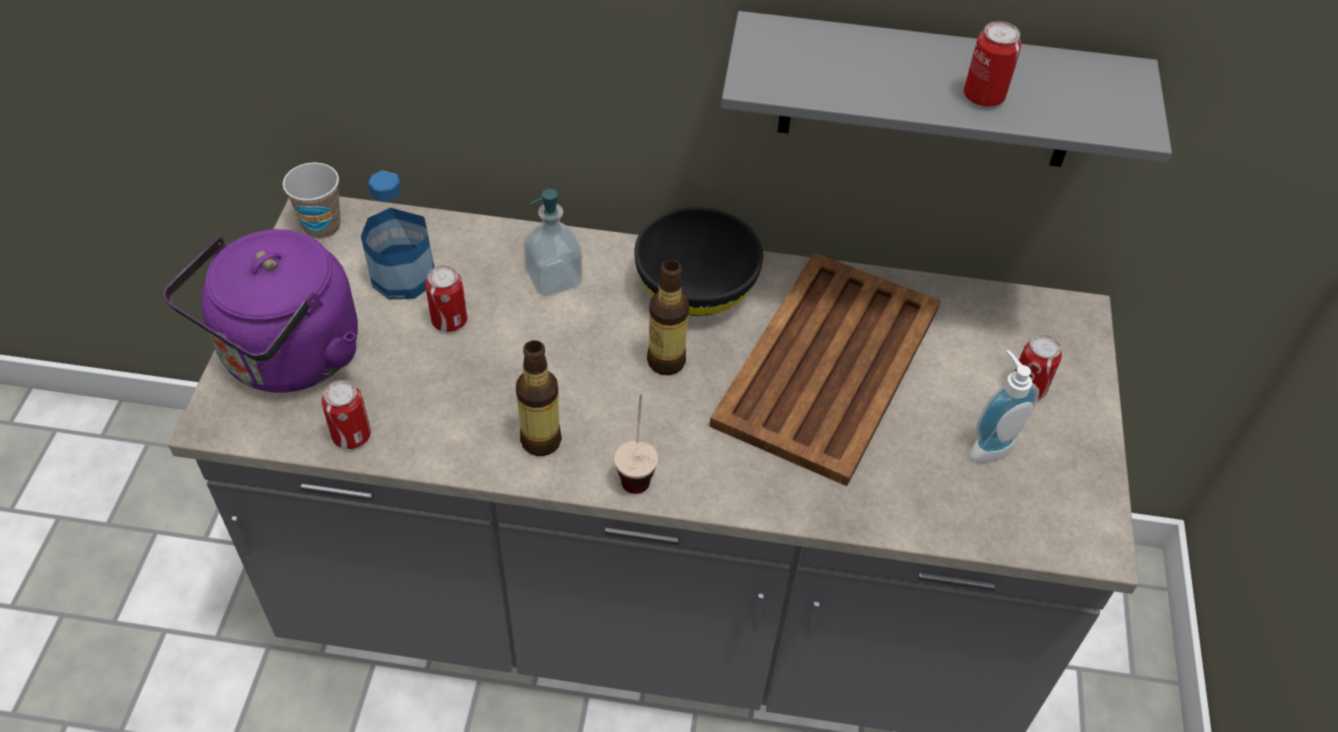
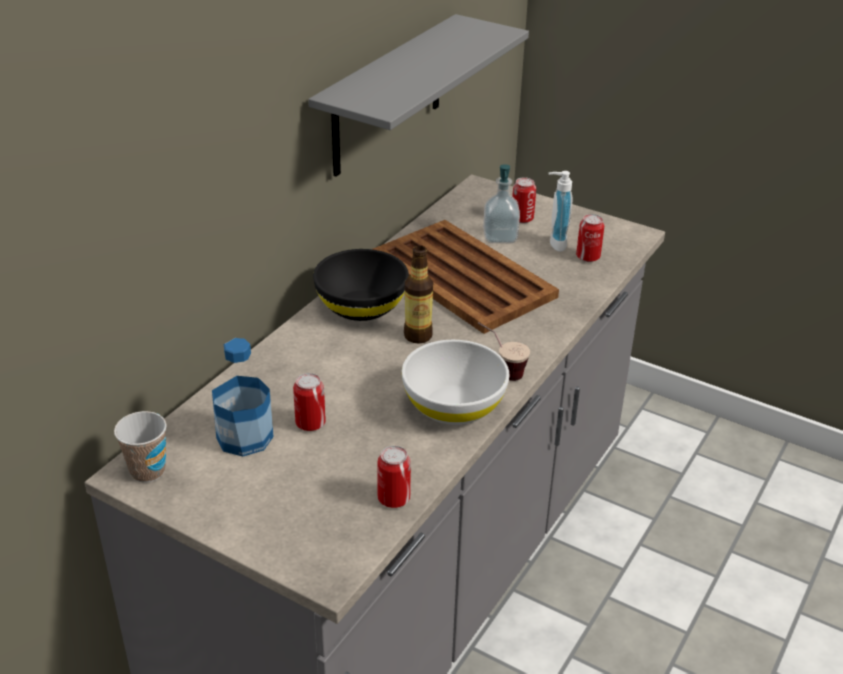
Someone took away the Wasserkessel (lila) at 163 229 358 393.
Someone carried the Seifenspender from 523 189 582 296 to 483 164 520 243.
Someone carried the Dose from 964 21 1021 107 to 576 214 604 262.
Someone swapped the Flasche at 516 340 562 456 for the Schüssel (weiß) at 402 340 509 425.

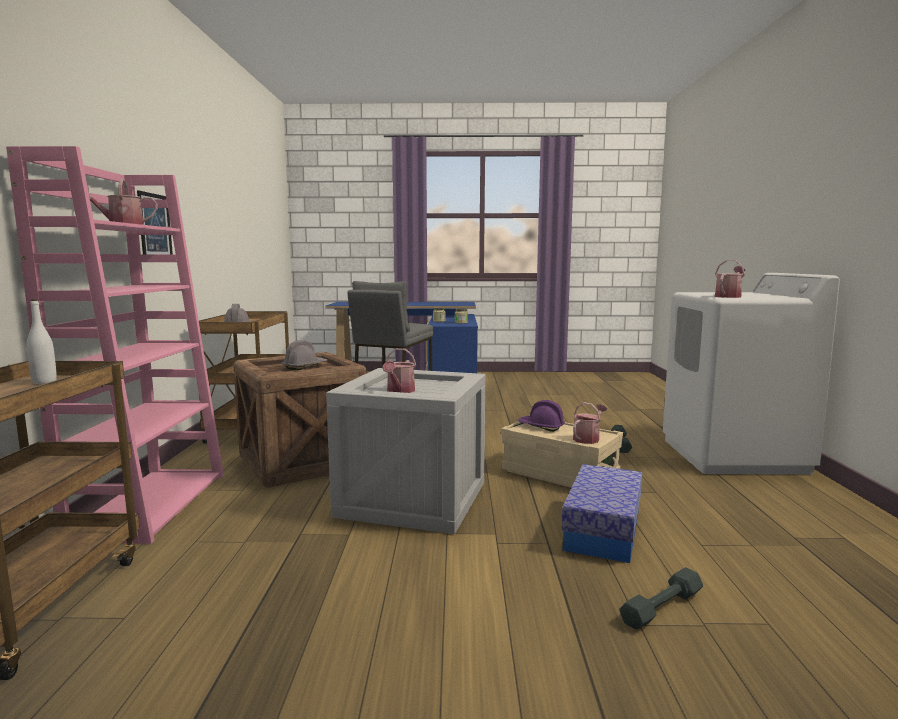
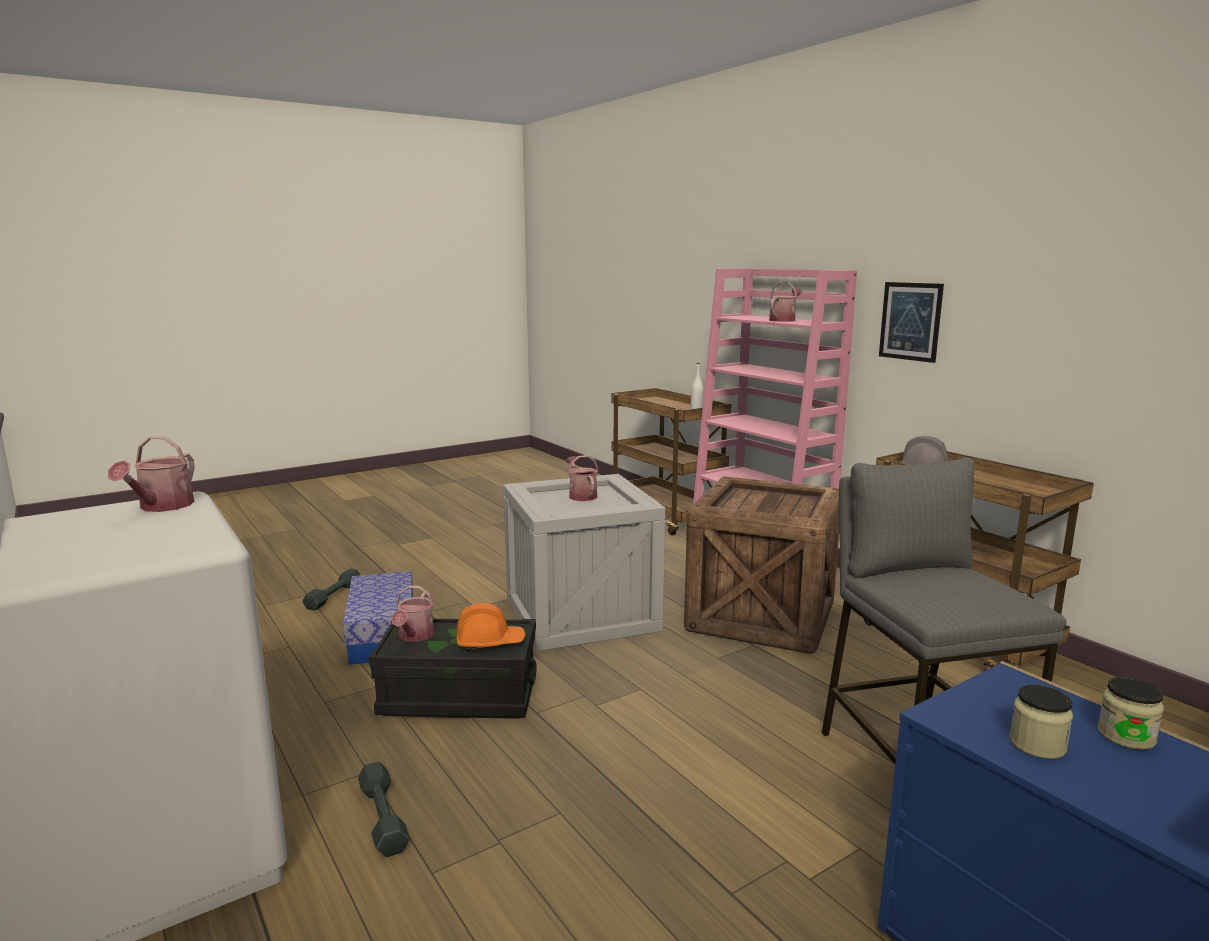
Someone took away the Schutzhelm (grau) at 282 340 327 370.
Someone repainted the Aufbewahrungsbox (beige) at 501 422 623 488, which became the Aufbewahrungsbox (schwarz) at 369 619 537 719.
Someone repainted the Schutzhelm (lila) at 518 400 565 432, which became the Schutzhelm (orange) at 457 603 525 651.

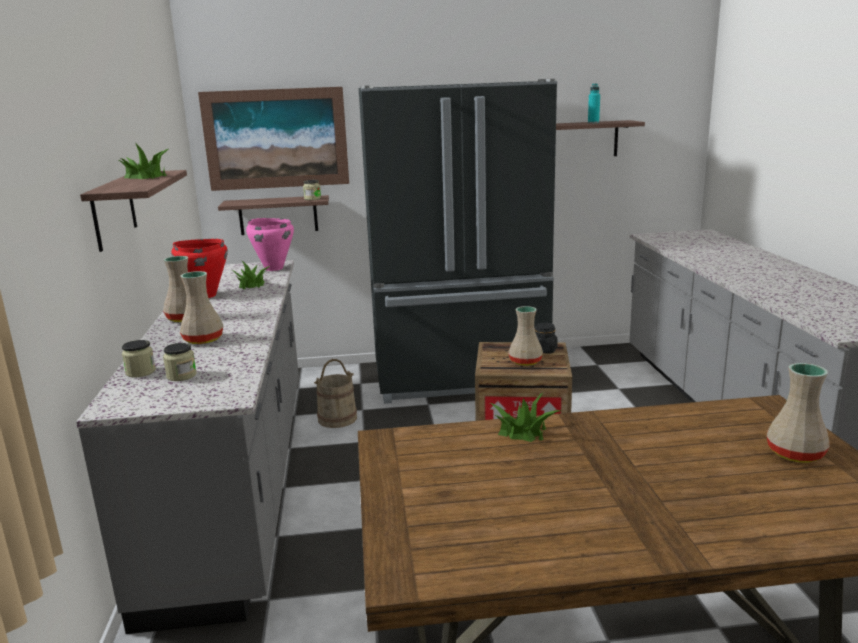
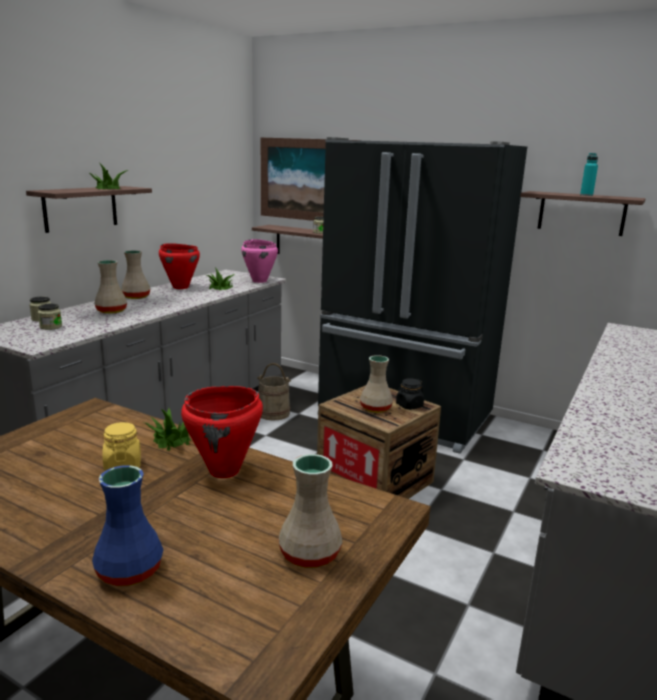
Someone put down the Vase (blau) at 92 465 163 587.
Someone put down the Vorratsglas (gelb) at 102 422 141 471.
Someone put down the Kochtopf (rot) at 181 386 263 478.

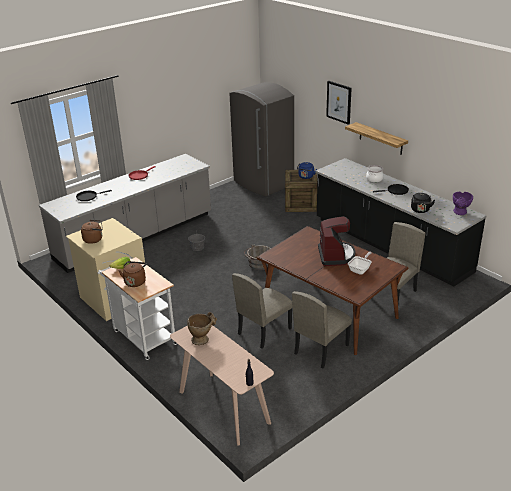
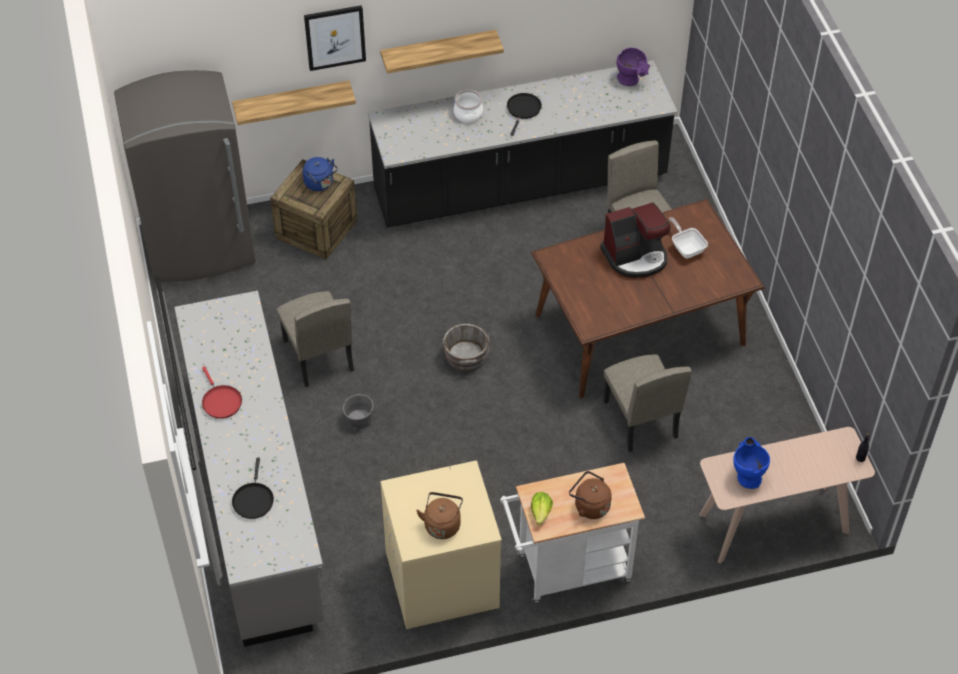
Someone took away the Wasserkessel (schwarz) at 411 193 435 213.
Someone put up the Wandregal at 232 80 356 125.
Someone carried the Stuhl (beige) from 292 291 352 368 to 276 291 354 387.
Someone repainted the Vase (beige) at 187 312 217 345, which became the Vase (blau) at 733 437 770 489.
Someone rotated the Kaffeemaschine at 318 216 355 266 by 135 degrees clockwise.

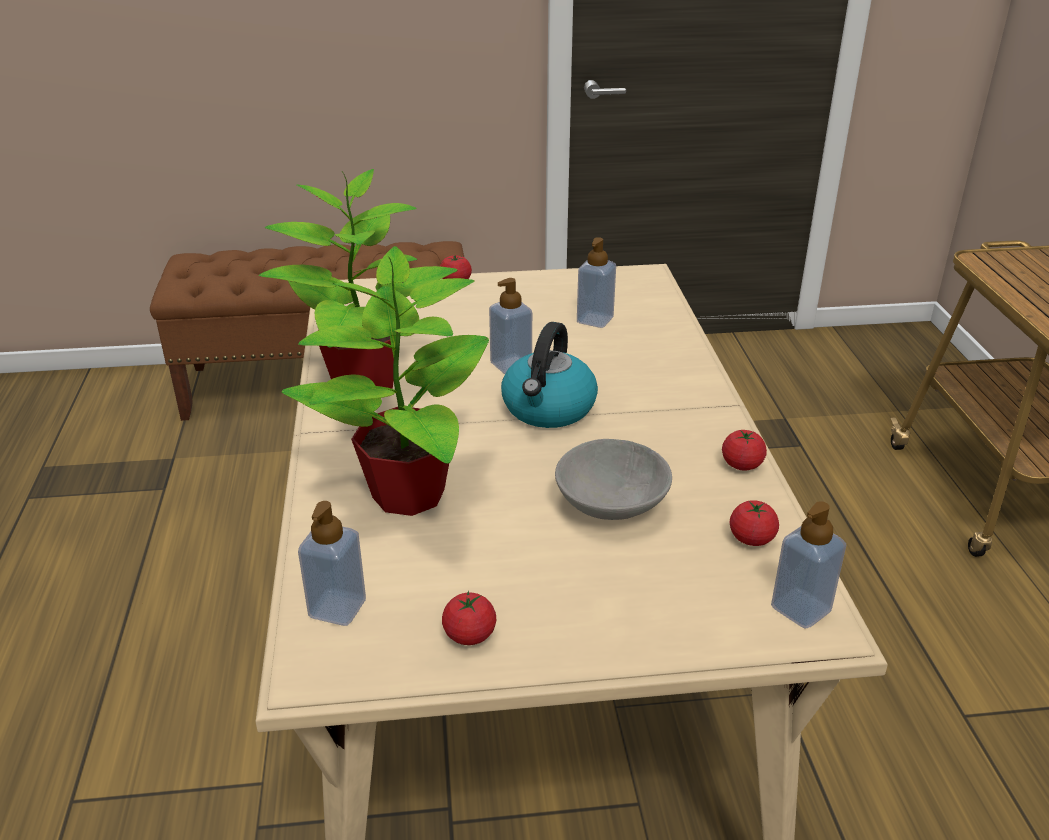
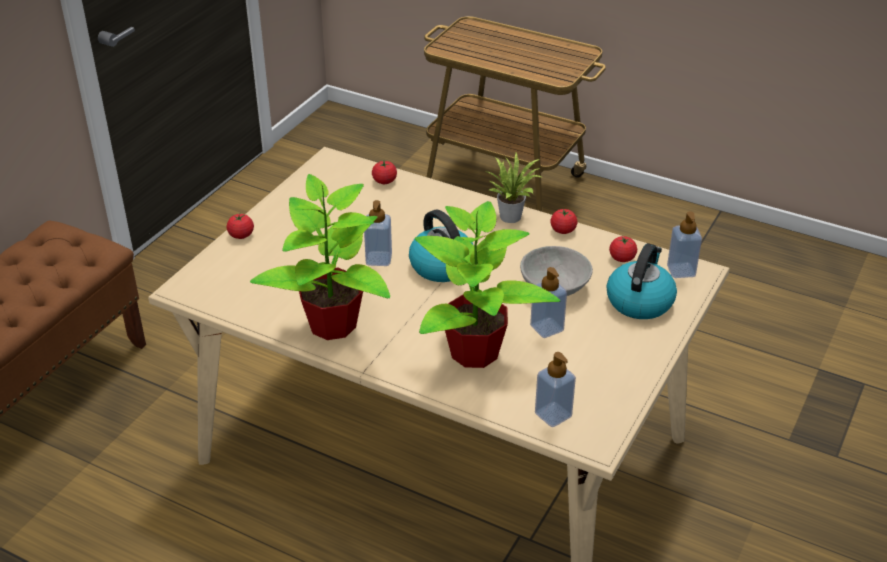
Someone put down the Topfpflanze at 487 153 541 223.
Someone put down the Wasserkessel at 607 243 677 319.
Someone carried the Tomate from 442 590 496 645 to 372 161 397 184.
Someone carried the Seifenspender from 577 237 616 328 to 530 267 567 338.

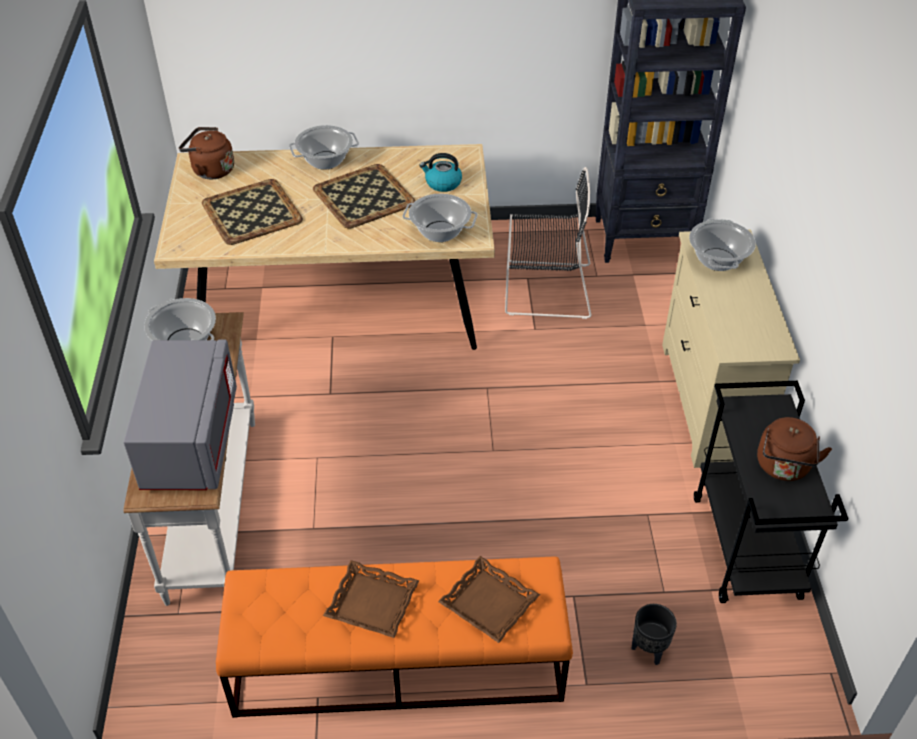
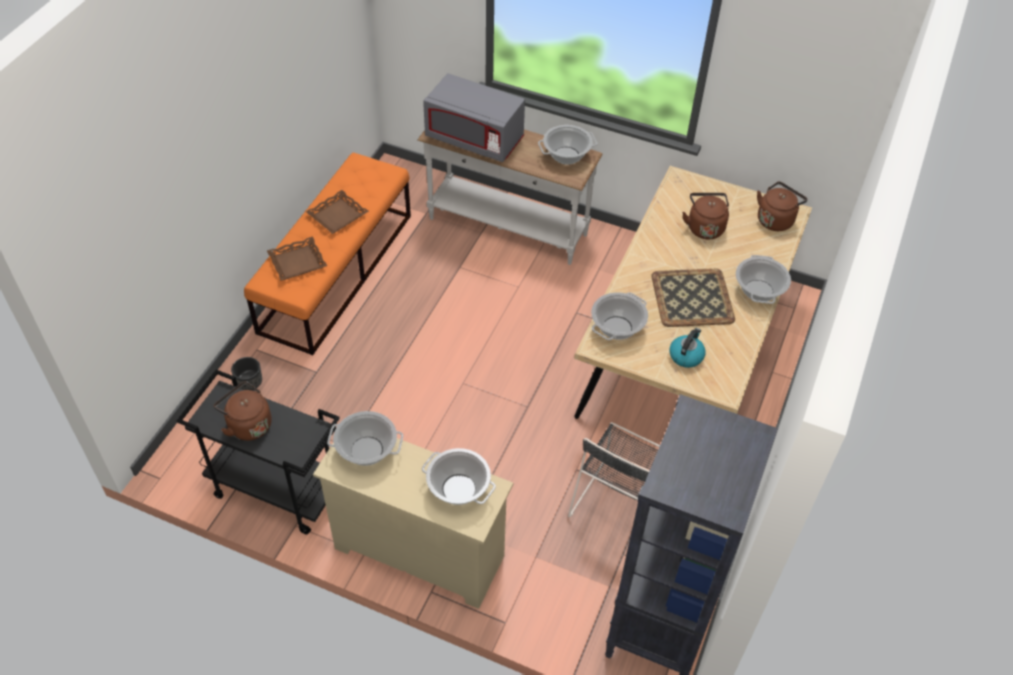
Someone put down the Kochtopf at 327 411 403 466.
Someone swapped the Tablett at 202 179 303 245 for the Wasserkessel (braun) at 682 193 729 239.

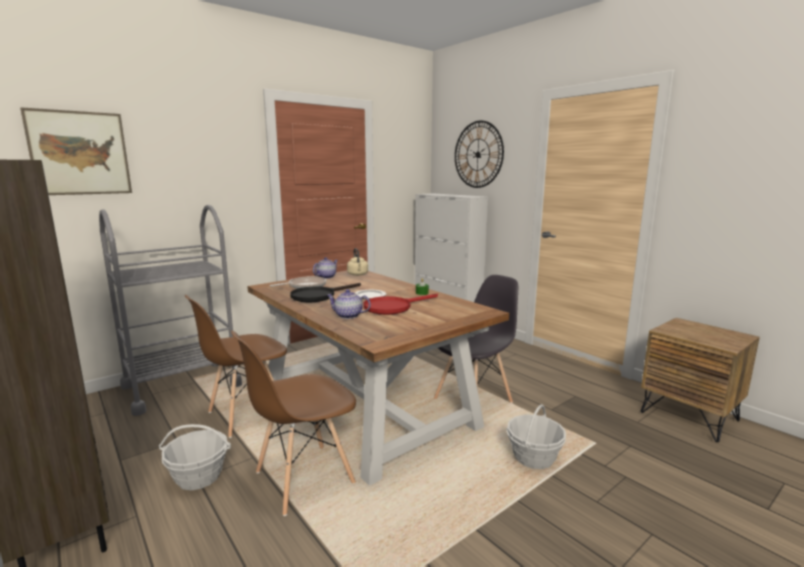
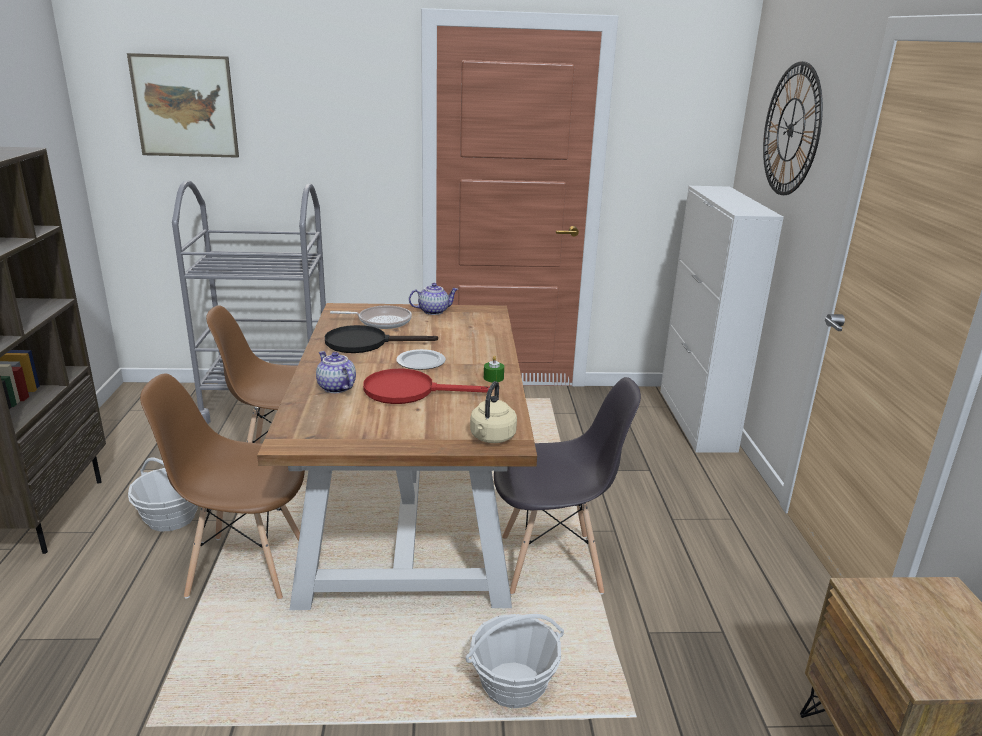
Someone carried the Wasserkessel (beige) from 347 248 368 276 to 470 381 517 443.

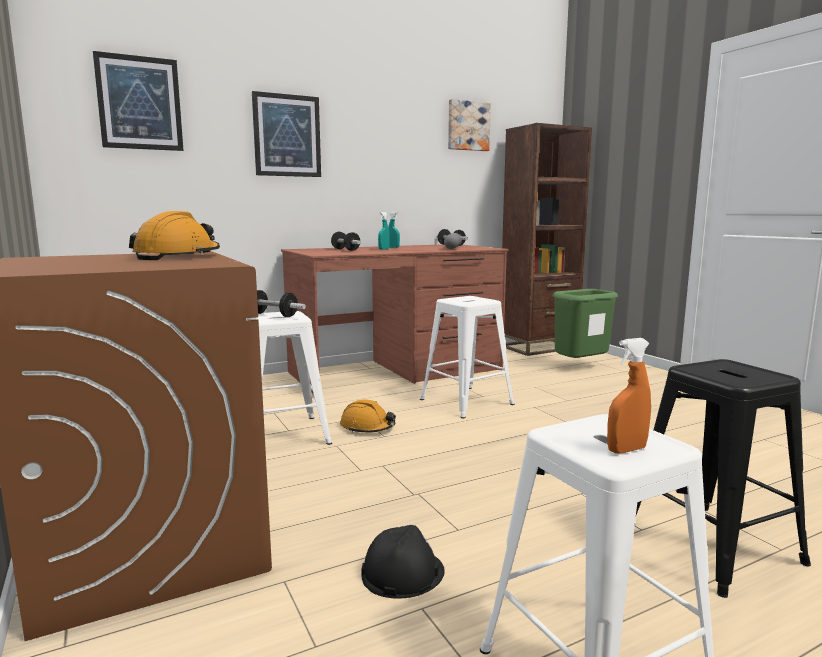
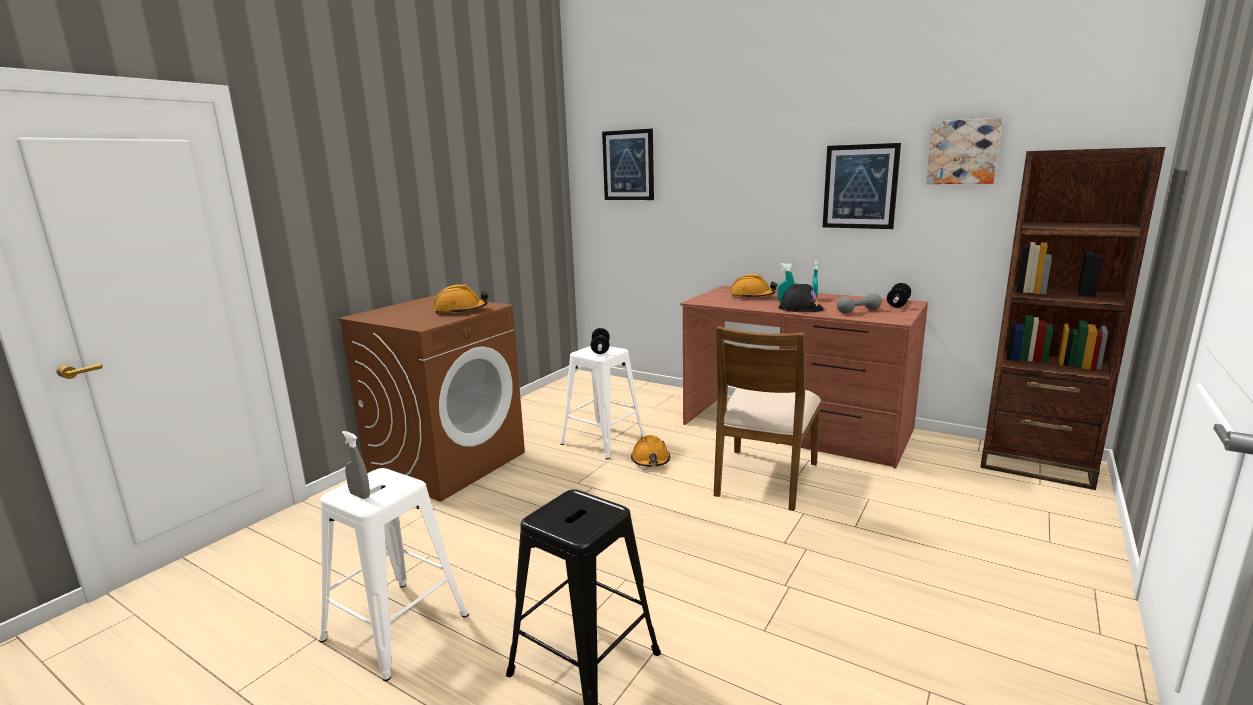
Someone took away the Mülleimer (grün) at 552 289 618 358.
Someone carried the Bild from 252 91 321 177 to 823 143 901 229.
Someone carried the Schutzhelm (schwarz) from 361 525 445 599 to 778 284 824 312.
Someone swapped the Hantel at 331 232 361 251 for the Schutzhelm (orange) at 730 274 777 298.
Someone swapped the Hocker (weiß) at 420 296 515 418 for the Stuhl (braun) at 714 326 821 511.
Someone repainted the Sprühflasche (orange) at 607 338 651 454, which became the Sprühflasche (grau) at 342 431 370 499.

